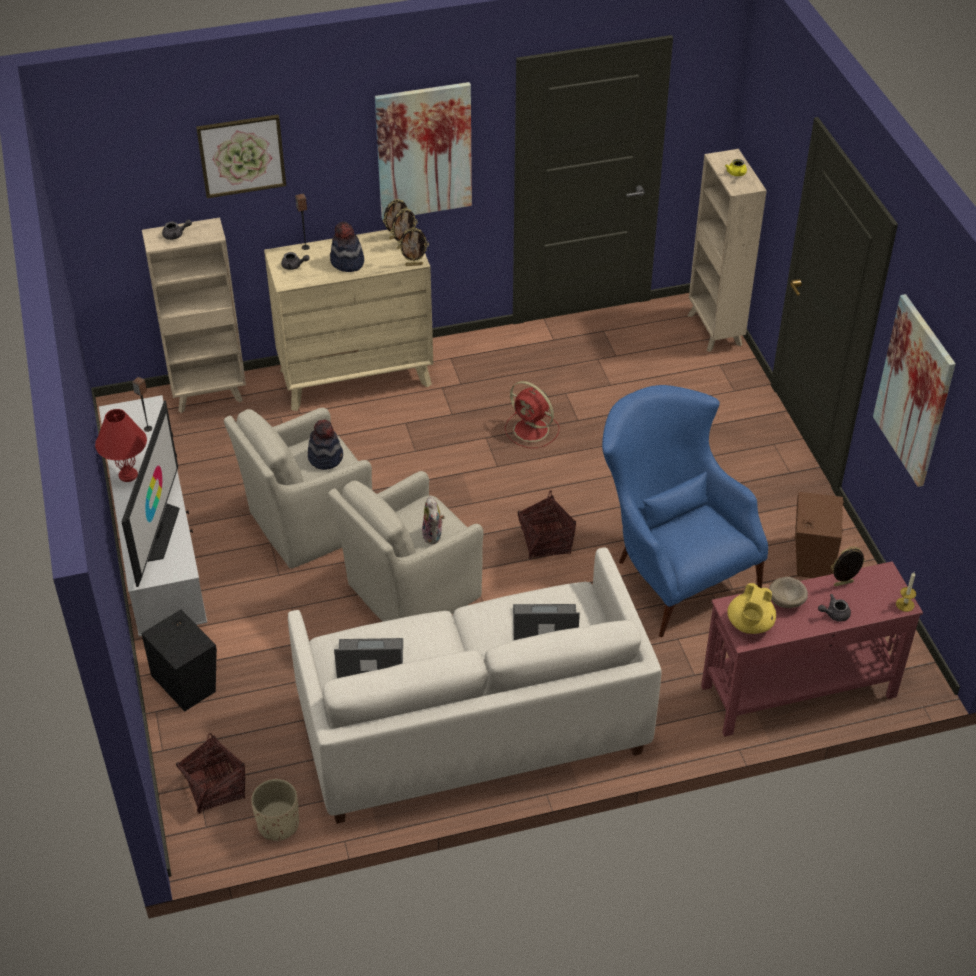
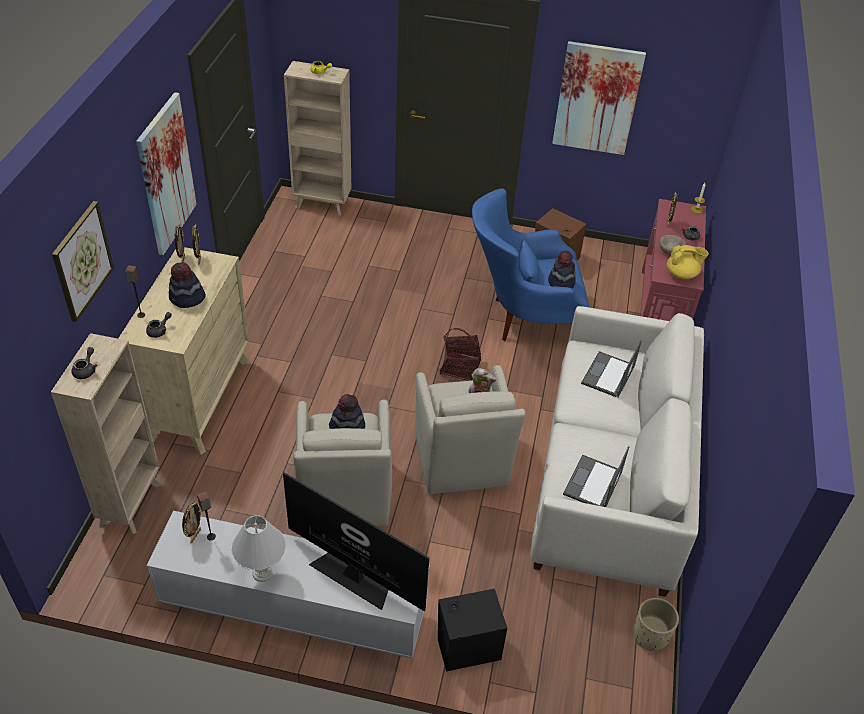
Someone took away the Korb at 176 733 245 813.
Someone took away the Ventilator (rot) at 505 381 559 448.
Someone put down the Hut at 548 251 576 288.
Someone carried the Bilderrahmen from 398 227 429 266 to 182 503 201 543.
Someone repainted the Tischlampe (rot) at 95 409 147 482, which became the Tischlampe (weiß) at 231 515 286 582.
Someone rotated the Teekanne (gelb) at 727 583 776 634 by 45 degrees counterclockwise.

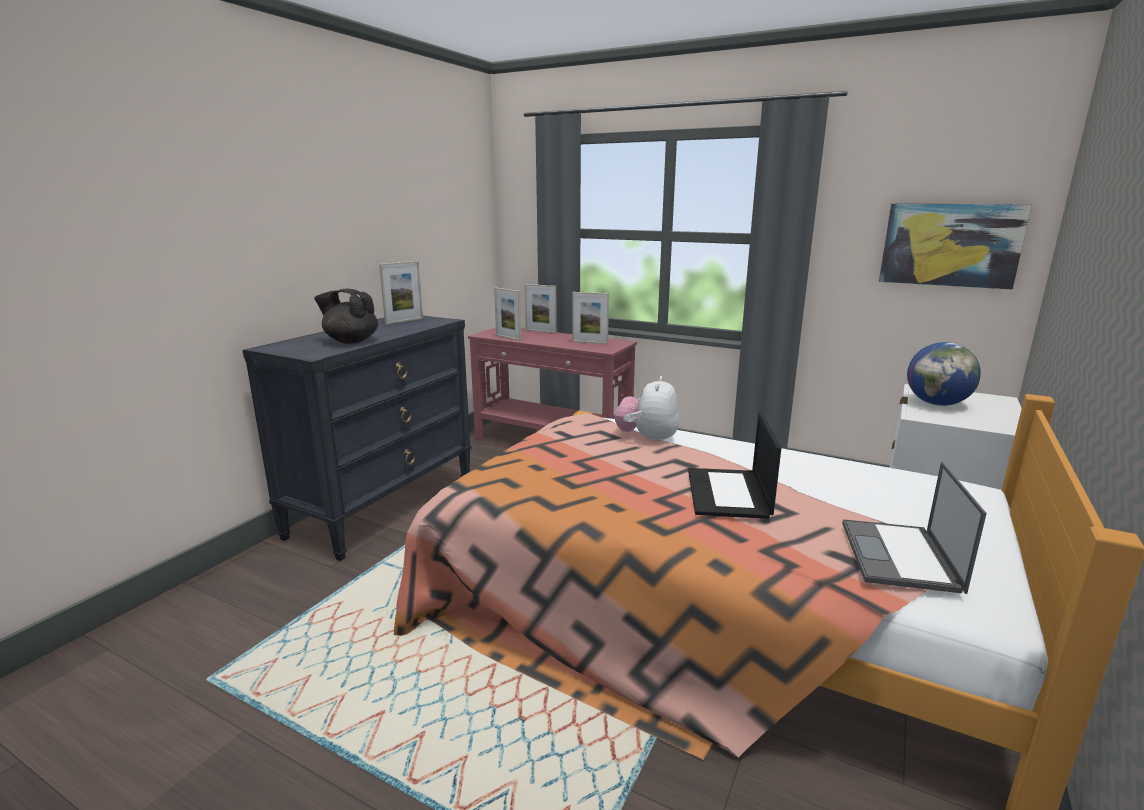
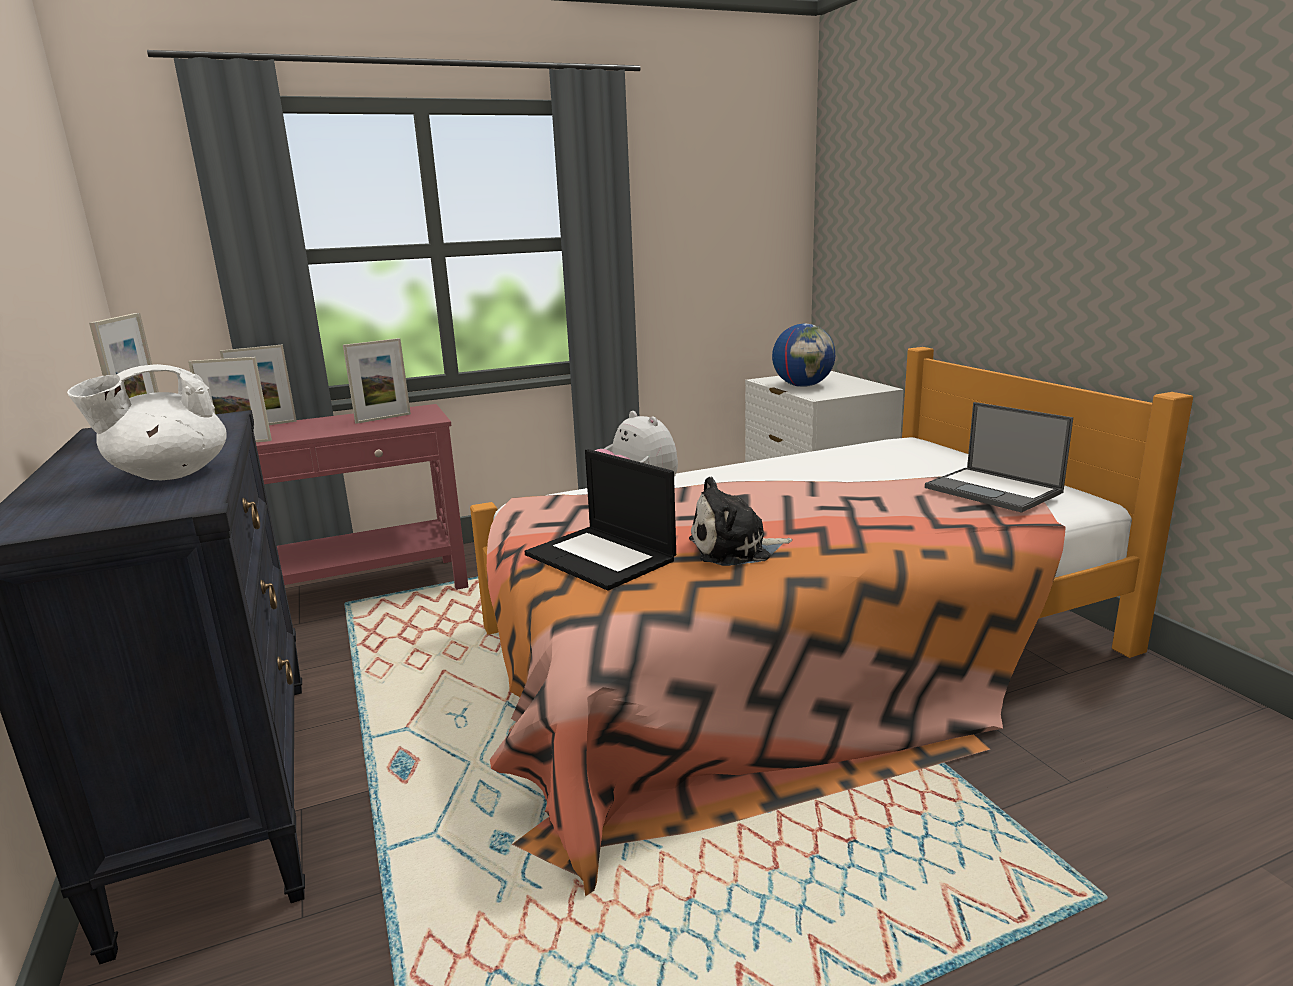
Someone took away the Bild at 879 203 1032 290.
Someone put down the Plüschtier at 689 476 792 566.
Someone carried the Laptop from 688 412 781 519 to 525 449 676 591.
Someone repainted the Teekanne (schwarz) at 314 289 378 344, which became the Teekanne (weiß) at 67 364 227 480.

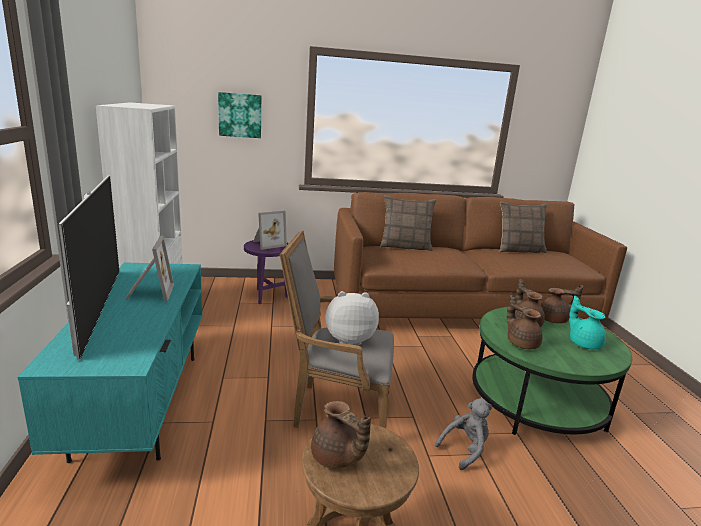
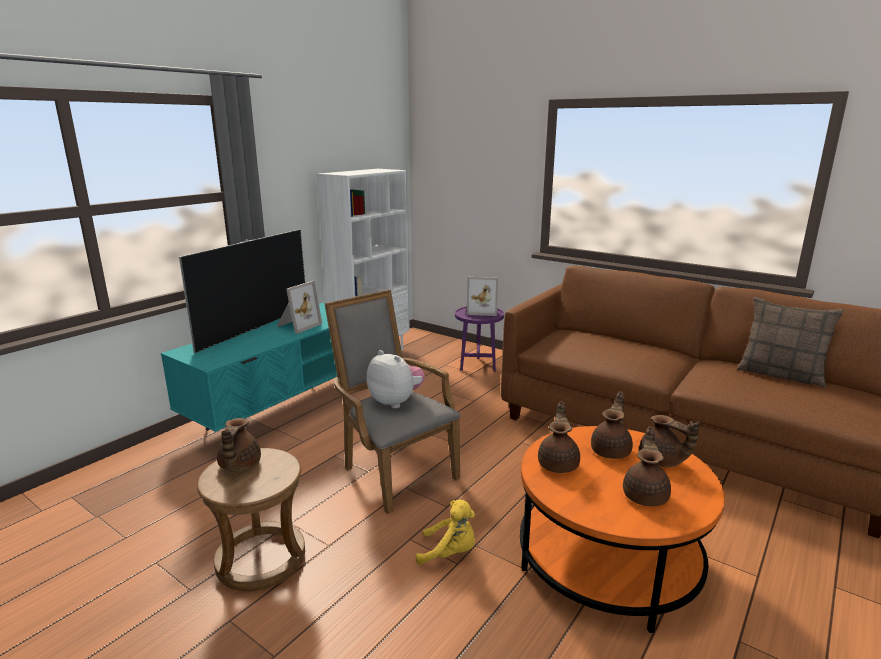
Someone took away the Bild at 218 92 261 138.
Someone took away the Kissen at 380 195 436 251.
Someone repainted the Plüschtier (grau) at 435 398 492 470, which became the Plüschtier (gelb) at 416 500 475 565.
Someone repainted the Couchtisch (grün) at 472 307 632 435, which became the Couchtisch (orange) at 520 426 725 633.
Someone repainted the Teekanne (türkis) at 569 296 606 349, which became the Teekanne (braun) at 623 426 671 506.

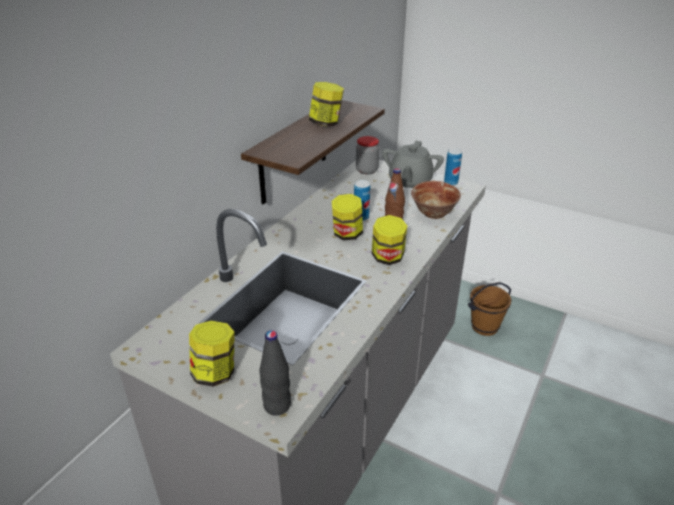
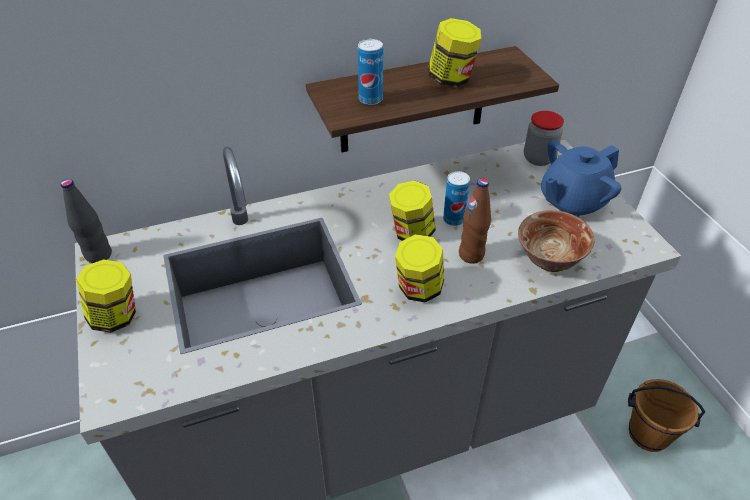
Someone carried the Flasche (schwarz) from 259 330 291 416 to 61 179 112 263.
Someone carried the Dose from 444 148 462 186 to 358 39 383 105.
Someone repainted the Teekanne (grau) at 382 140 444 188, which became the Teekanne (blau) at 541 140 621 217.

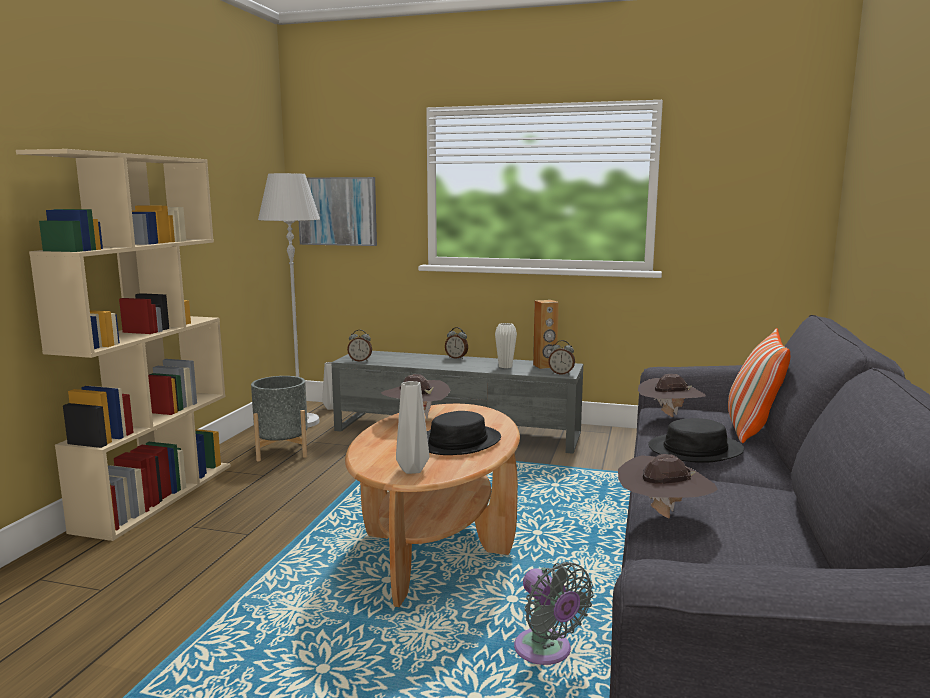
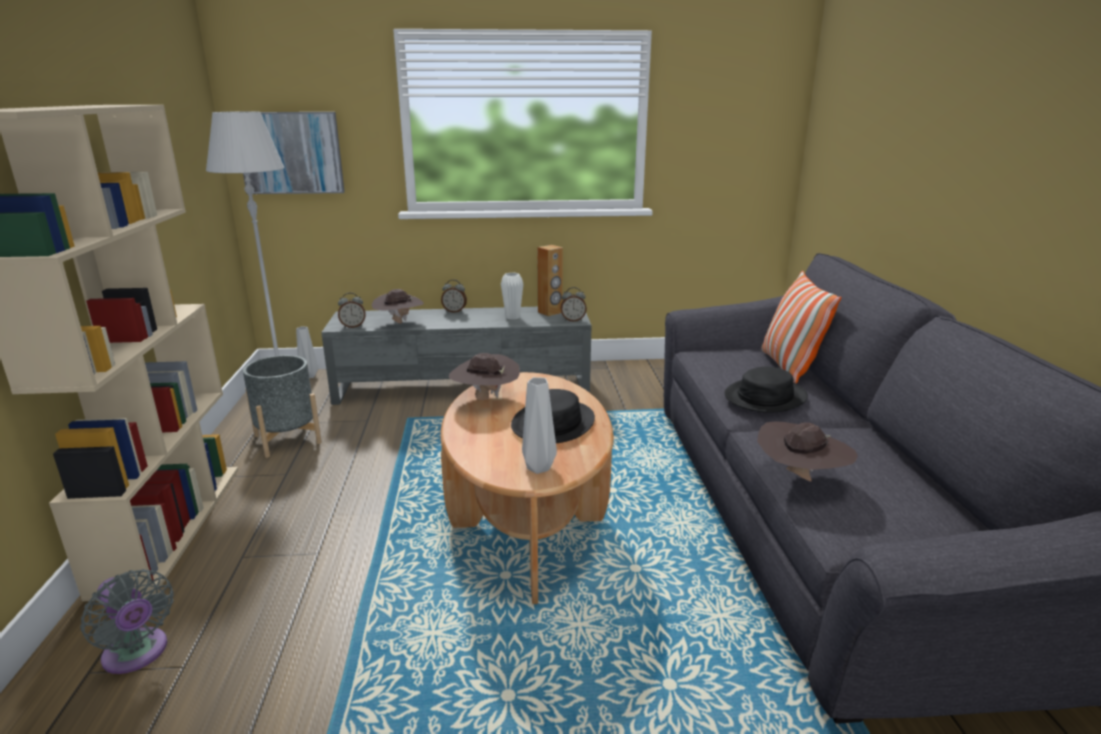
Someone carried the Ventilator (grau) from 514 562 594 665 to 80 569 174 674.
Someone carried the Hut (braun) from 638 374 706 417 to 372 289 424 324.

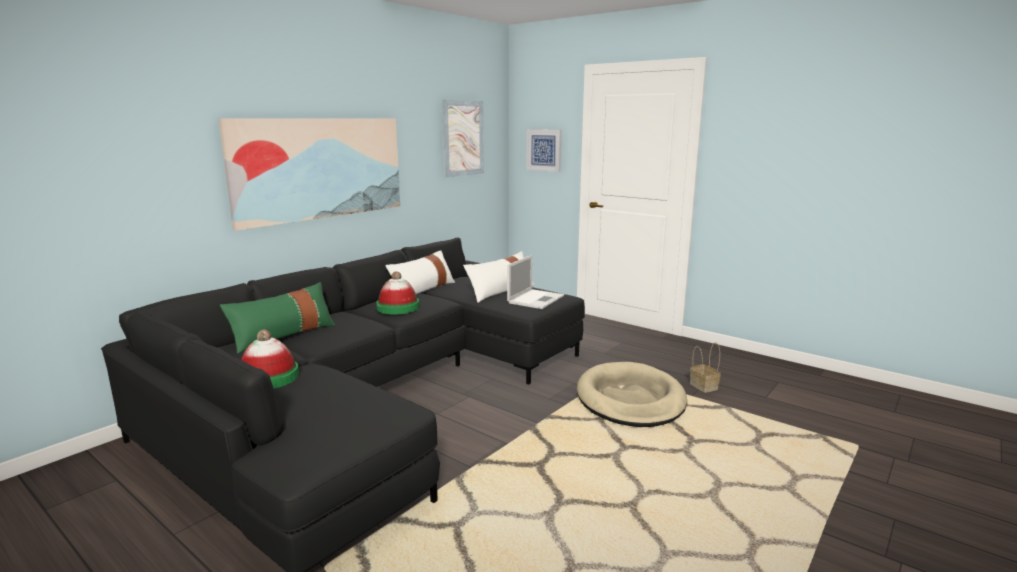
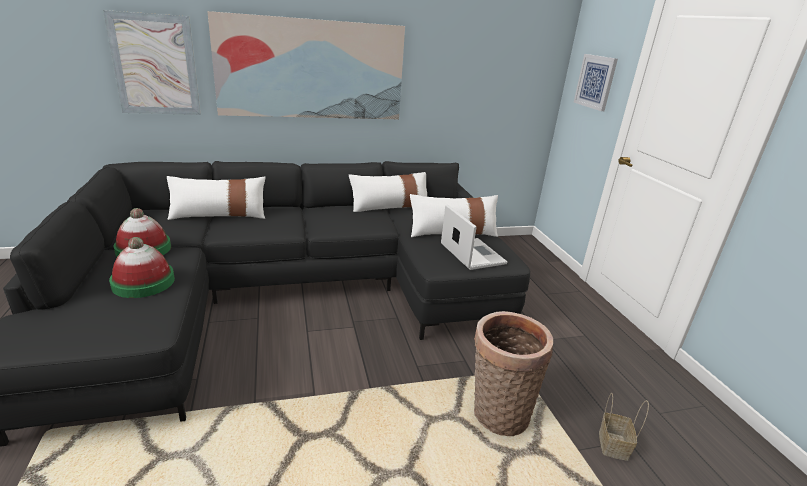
Someone carried the Hut from 376 271 419 315 to 109 237 175 298.
Someone carried the Bild from 442 100 484 177 to 103 10 201 115.
Someone swapped the Hundebett (beige) at 577 362 687 427 for the Korb at 474 311 553 436.
Someone repainted the Kissen (grün) at 220 282 335 354, which became the Kissen (weiß) at 167 176 265 220.
Someone rotated the Laptop at 507 255 564 309 by 90 degrees counterclockwise.

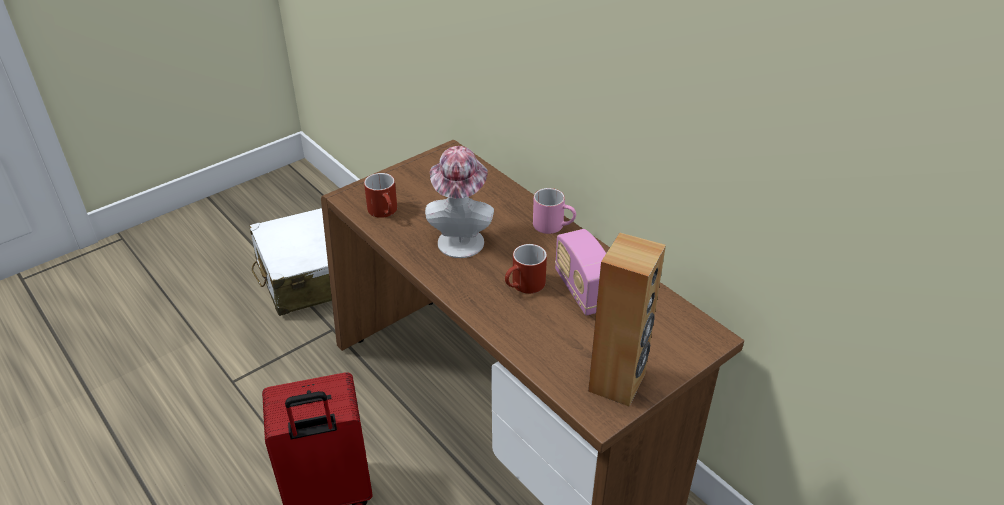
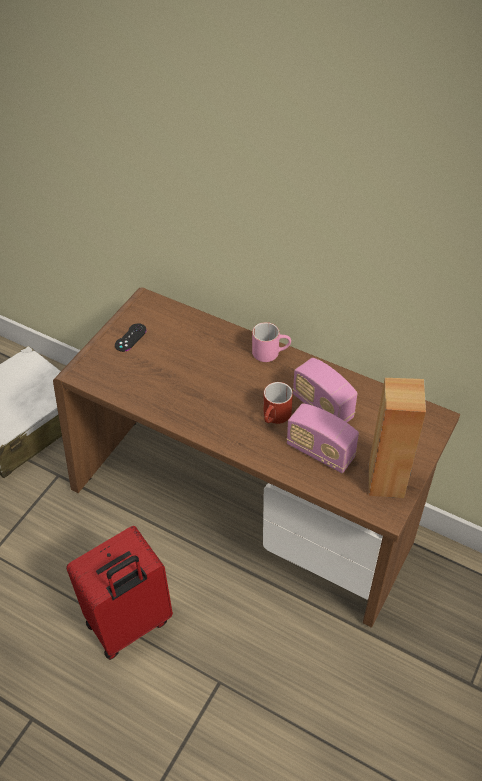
Someone took away the Henkelbecher (rot) at 364 173 397 218.
Someone took away the Hut at 425 146 494 258.
Someone put down the Gamepad (schwarz) at 115 323 147 352.
Someone put down the Radio at 287 403 359 473.

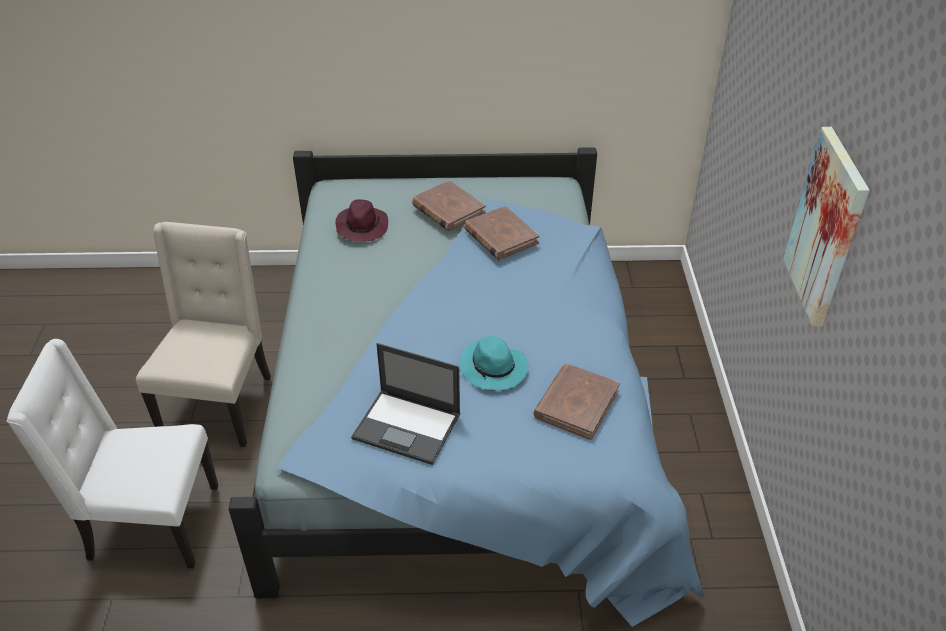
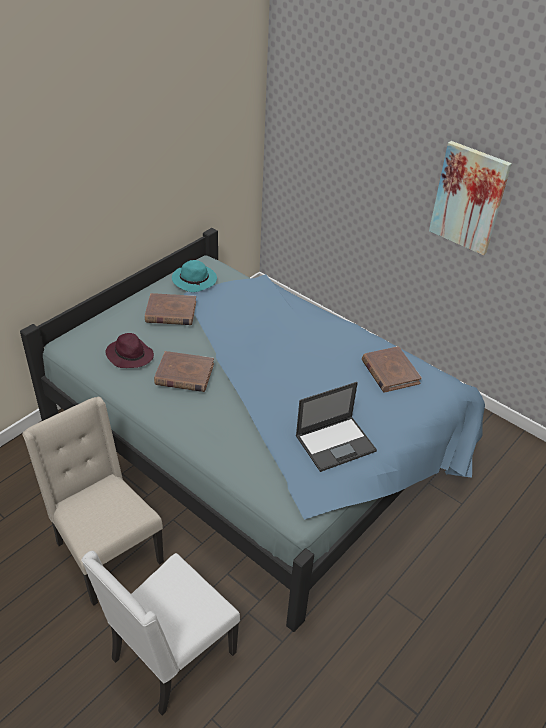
Someone carried the Hut (türkis) from 460 336 528 391 to 172 260 217 292.
Someone carried the Buch (braun) from 464 206 540 260 to 154 351 214 392.

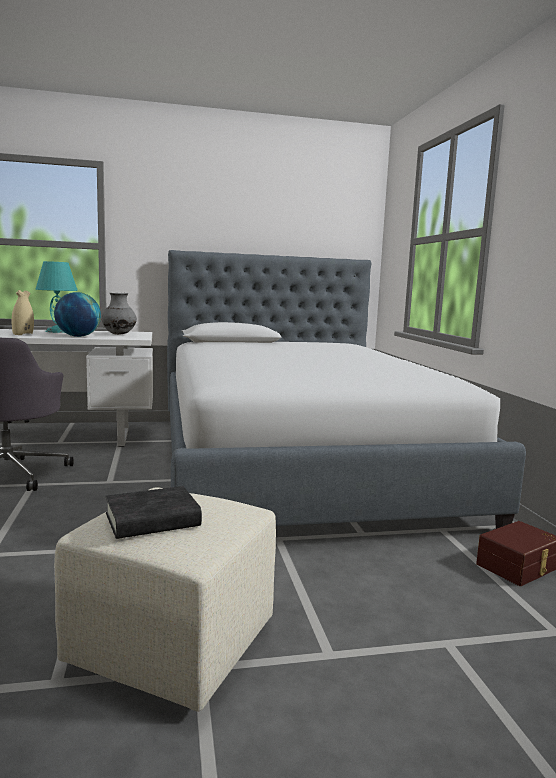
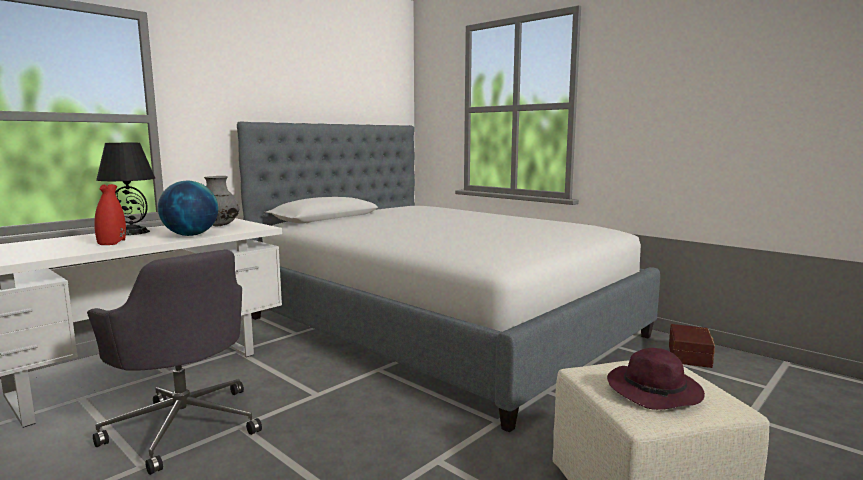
Someone swapped the Buch (schwarz) at 105 486 202 539 for the Hut (lila) at 607 348 705 410.
Someone repainted the Vase (beige) at 12 290 34 335, which became the Vase (rot) at 94 184 126 245.
Someone repainted the Tischlampe (türkis) at 36 261 78 333, which became the Tischlampe (schwarz) at 96 143 155 235.

